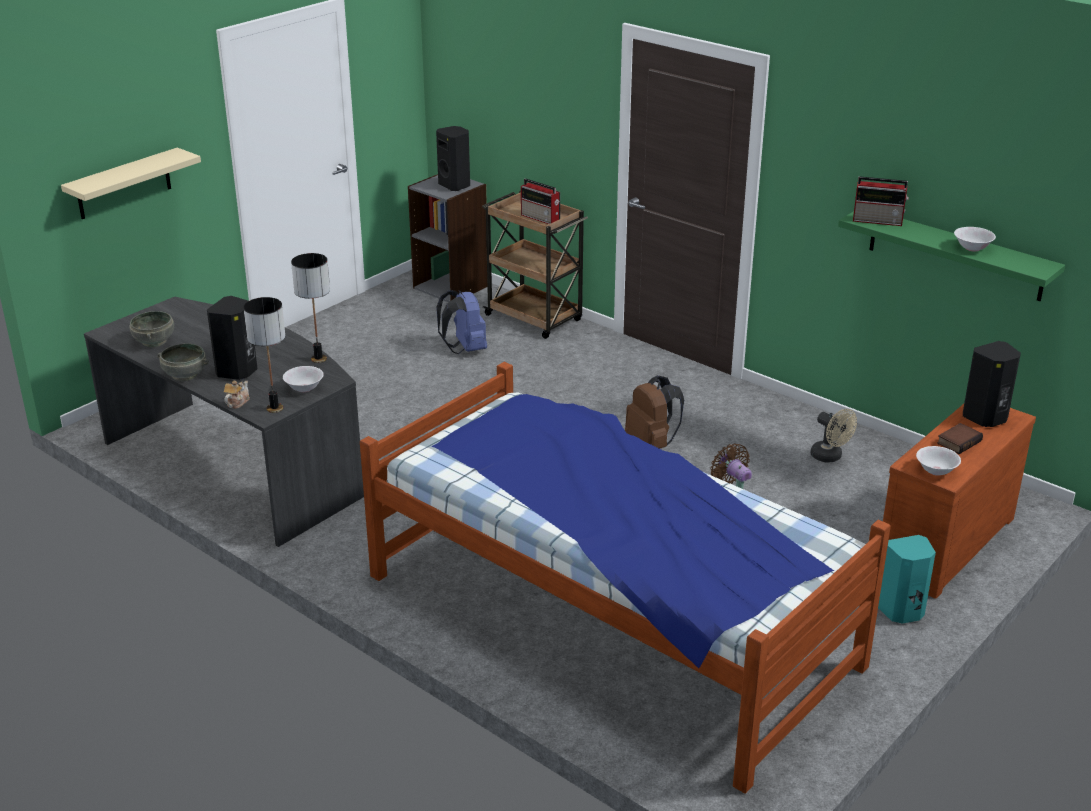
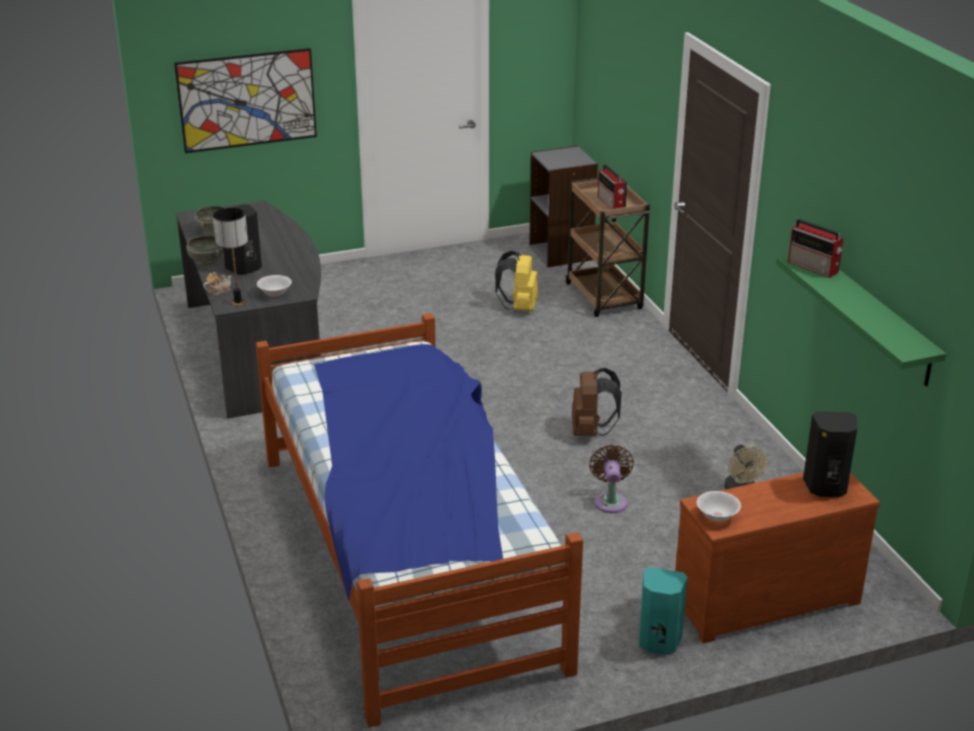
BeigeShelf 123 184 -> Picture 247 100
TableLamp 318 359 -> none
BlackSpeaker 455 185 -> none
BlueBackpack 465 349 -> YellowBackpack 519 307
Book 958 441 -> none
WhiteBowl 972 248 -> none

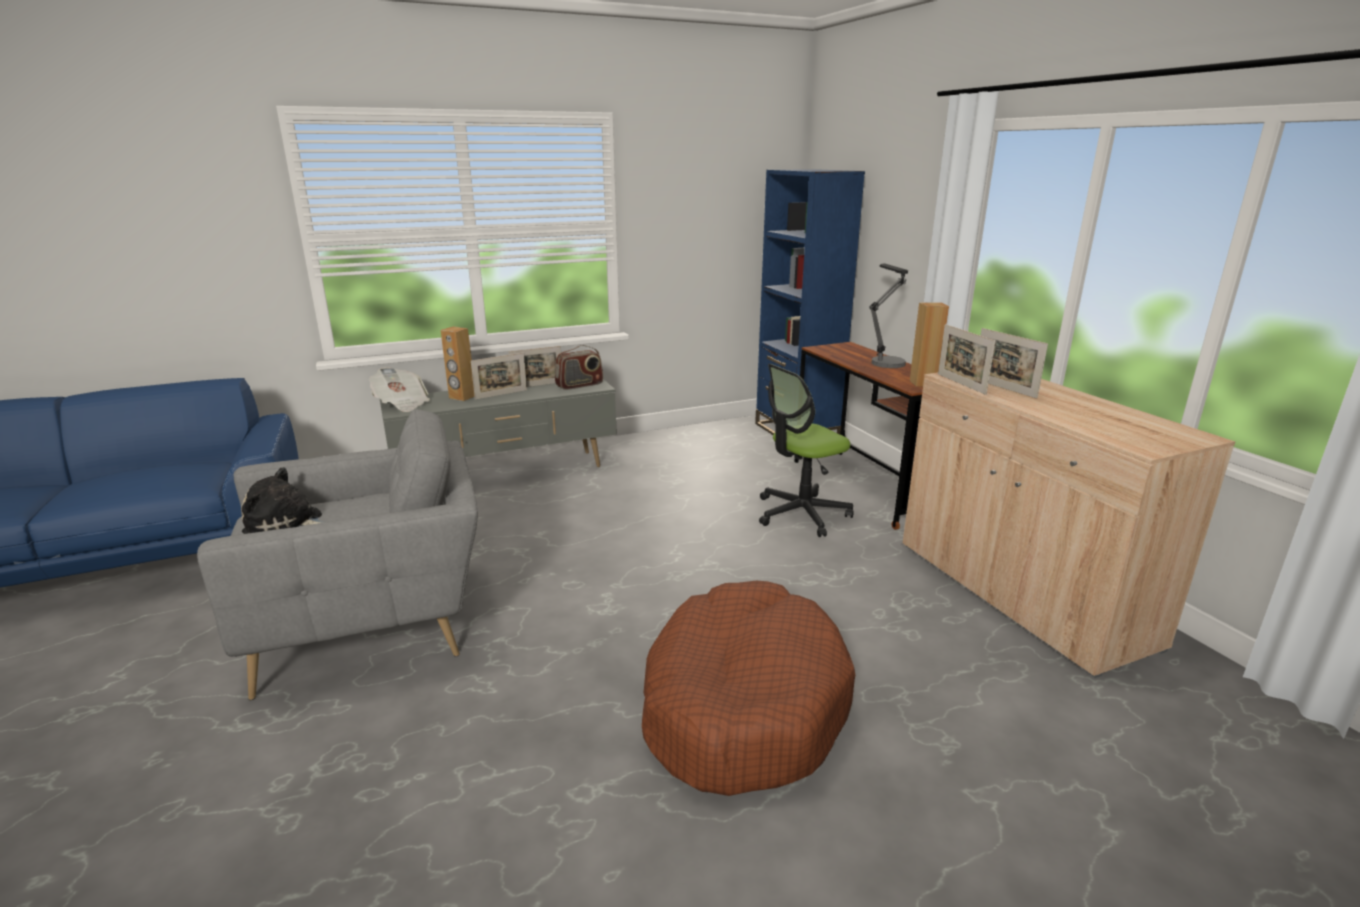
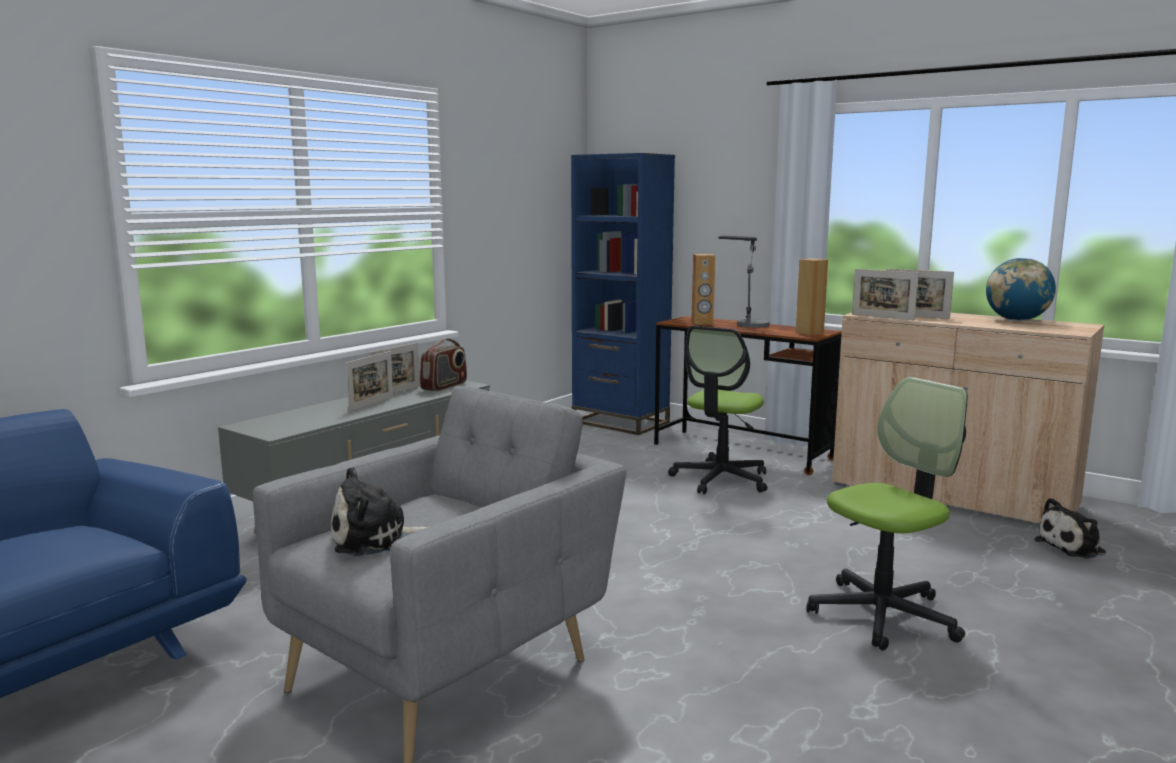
Newspaper 401 404 -> none
BrownSpeaker 462 397 -> BrownSpeaker 702 323, shifted
BrownDogBed 742 704 -> OfficeChair 883 615
none -> Globe 1017 320
none -> PlushToy 1073 547

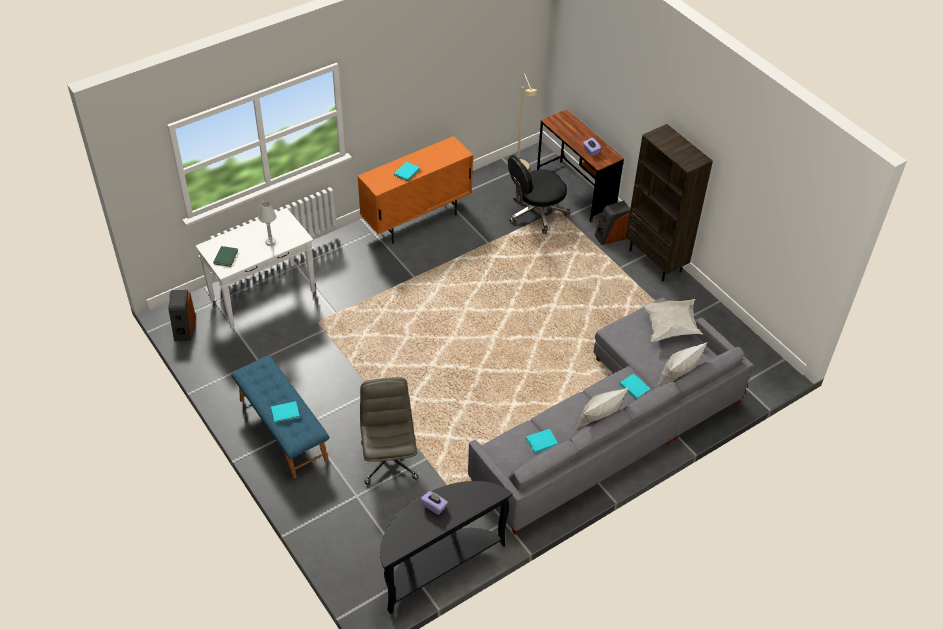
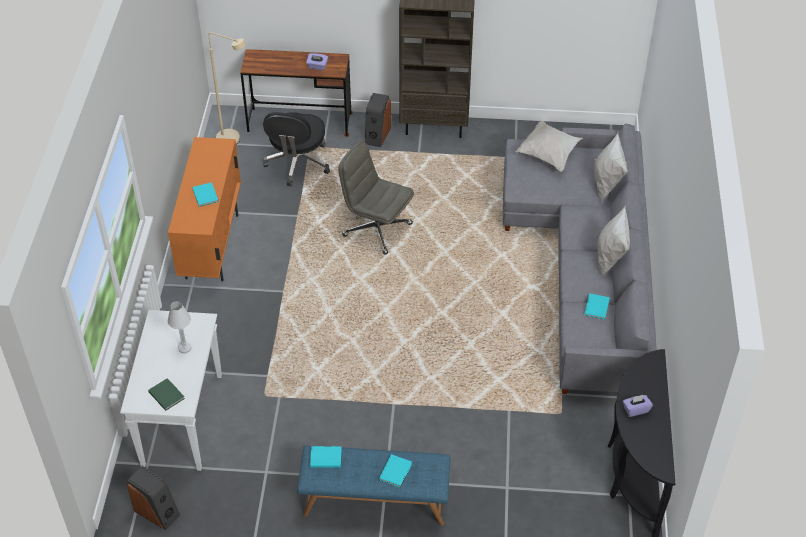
GreyOfficeChair 389 460 -> GreyOfficeChair 376 229, shifted
TurquoiseBook 634 386 -> TurquoiseBook 325 457, shifted

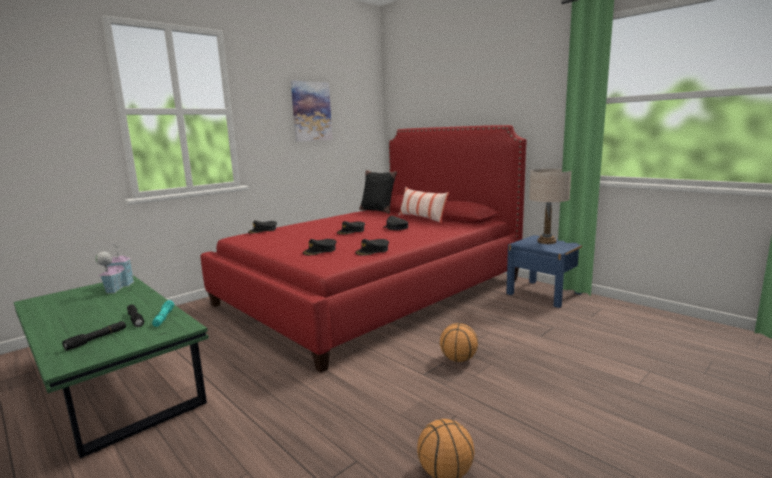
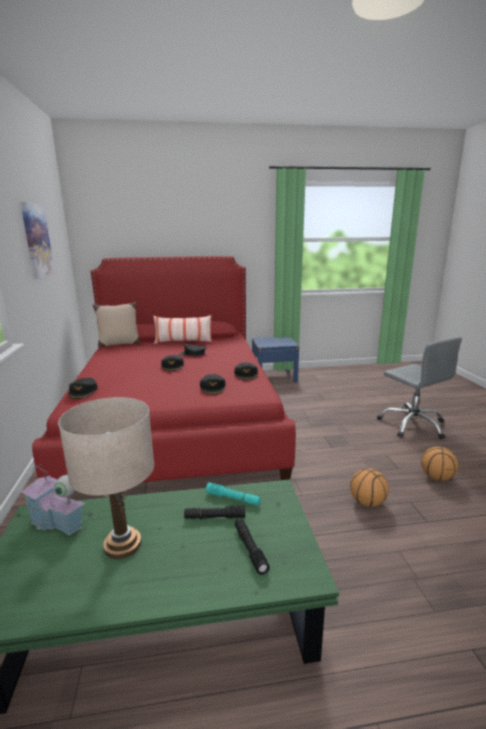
BlackPillow 377 211 -> BeigePillow 119 344
Basketball 458 359 -> Basketball 367 503, shifted
BeigeTableLamp 547 241 -> BeigeTableLamp 123 544, shifted
none -> GreyOfficeChair 412 425

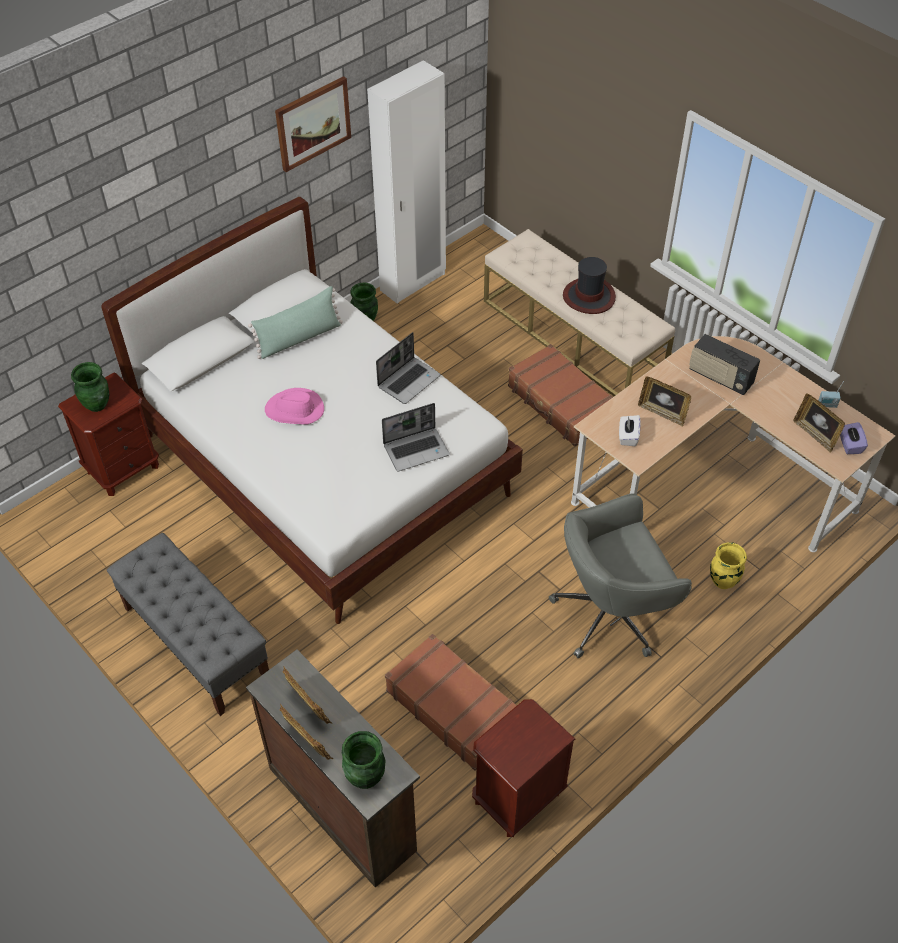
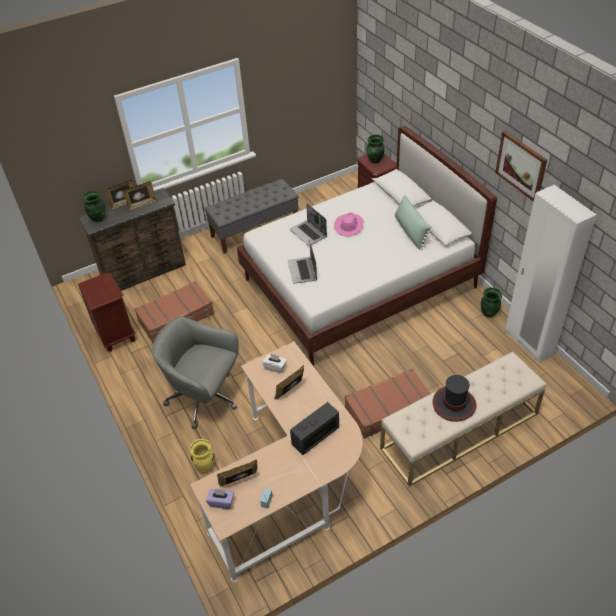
Laptop 409 381 -> Laptop 309 233, shifted
GreyOfficeChair 612 613 -> GreyOfficeChair 205 398, 60 degrees counterclockwise

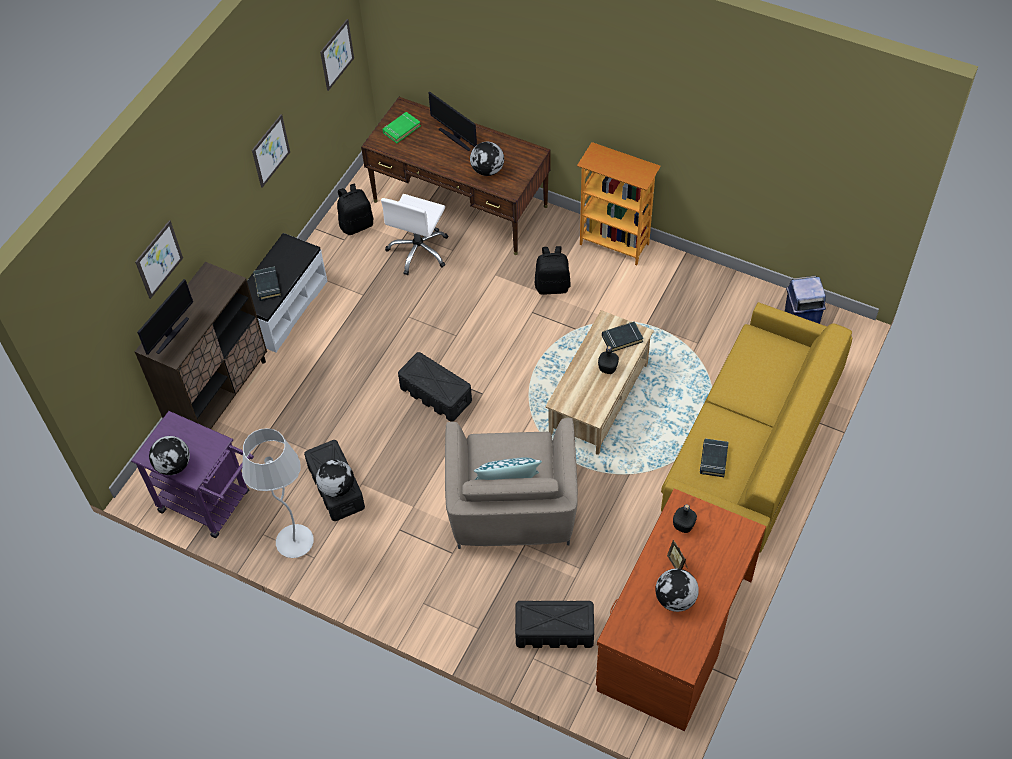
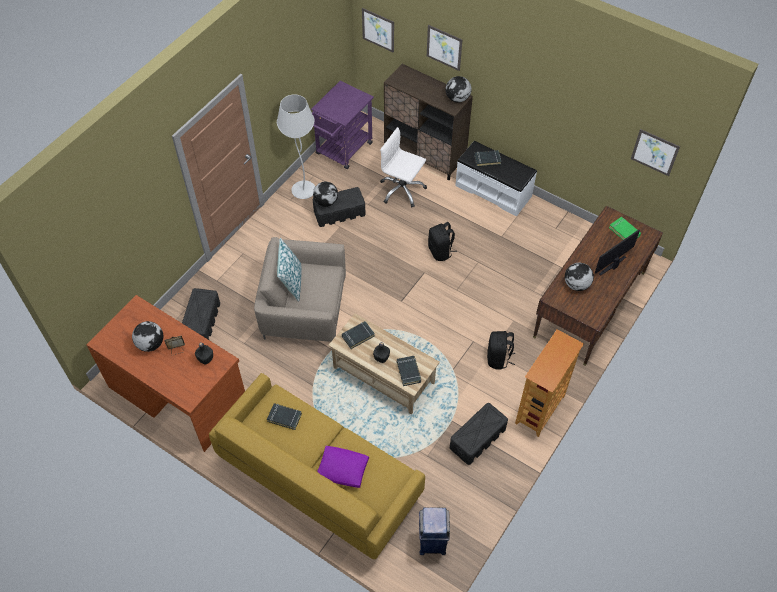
Monitor 171 335 -> none
Globe 174 465 -> Globe 457 99, shifted
Picture 270 150 -> Picture 378 30, shifted
BlackBackpack 356 224 -> BlackBackpack 440 251, shifted
WhiteOfficeChair 419 251 -> WhiteOfficeChair 402 190, shifted
BlackStorageBox 436 395 -> BlackStorageBox 477 439, shifted
none -> PurplePillow 342 469
none -> BlackBook 358 336

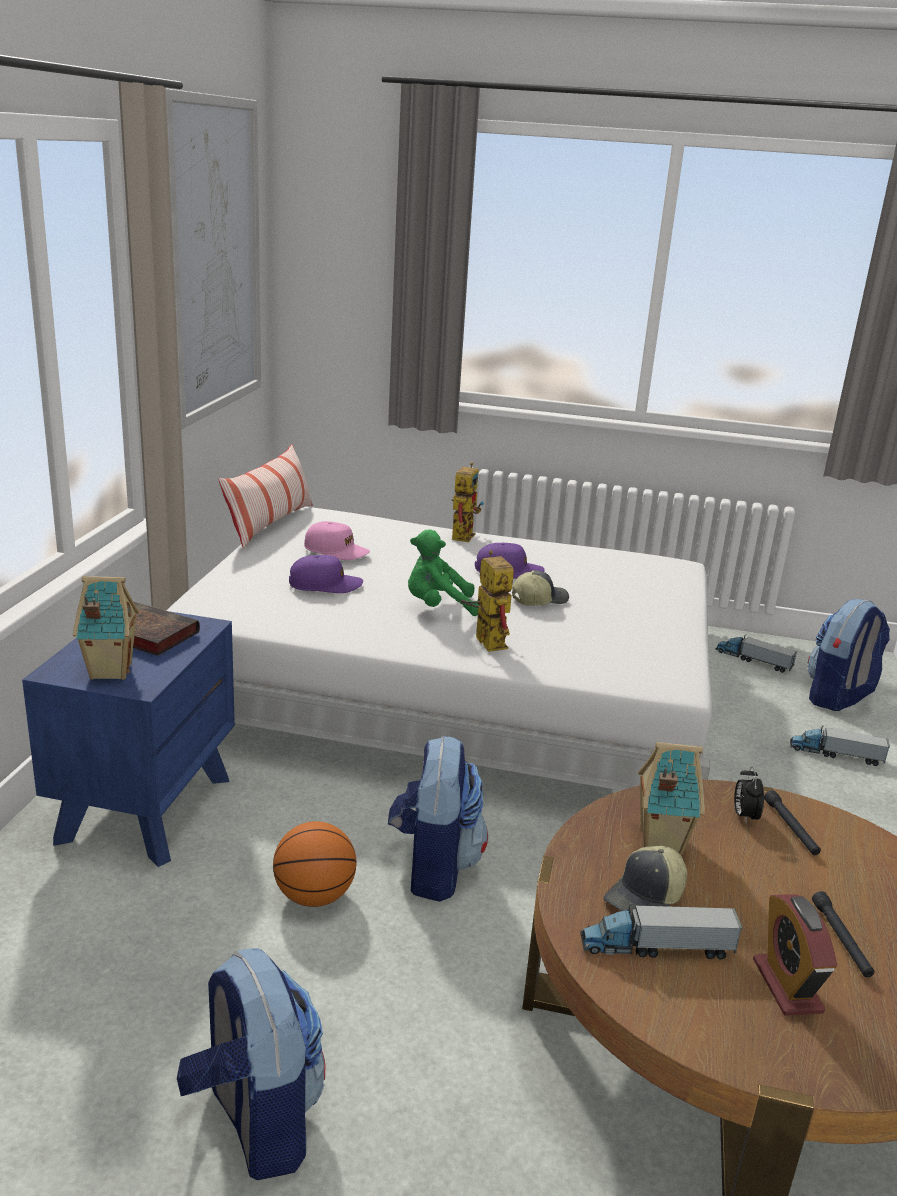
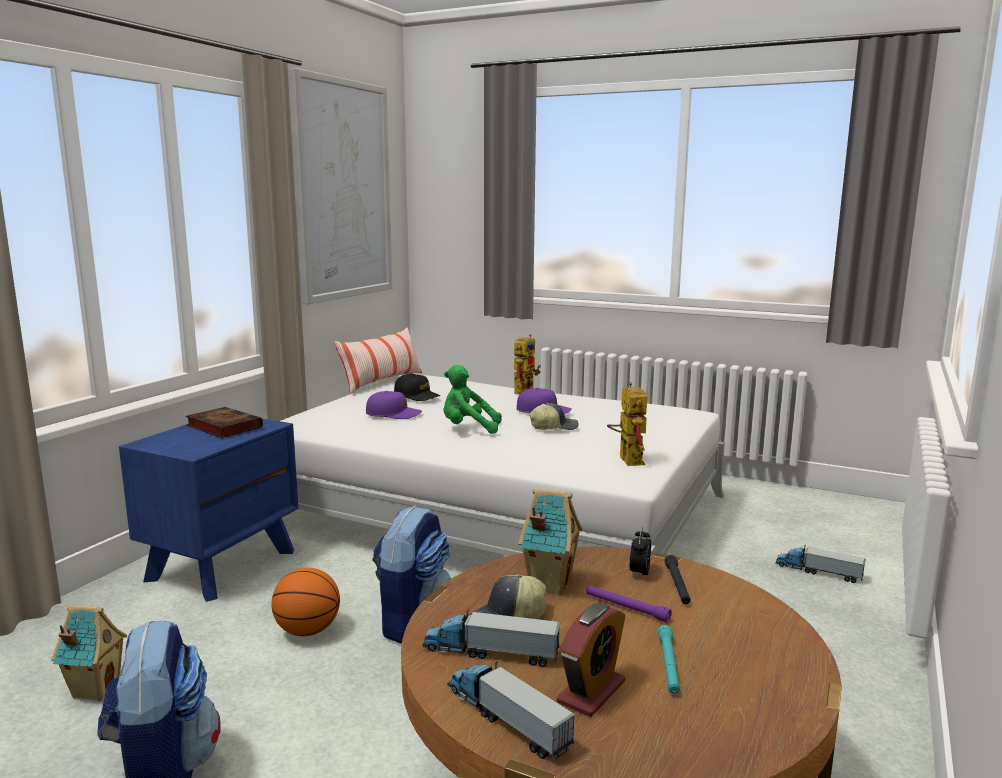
ToyHouse 109 671 -> ToyHouse 95 690, shifted
PinkCap 336 551 -> BlackCap 417 396
ToyRobot 484 640 -> ToyRobot 627 459, shifted
ToyTruck 753 660 -> ToyTruck 506 719, shifted
AlarmClock 787 986 -> AlarmClock 591 692, 150 degrees counterclockwise
Backpack 838 697 -> none
BlackFlashlight 841 940 -> TurquoiseFlashlight 668 665
none -> PurpleFlashlight 626 608

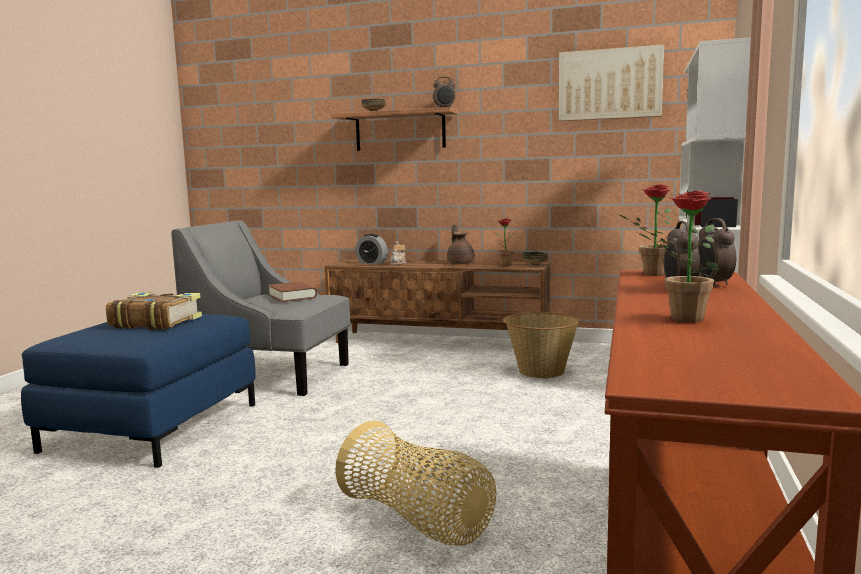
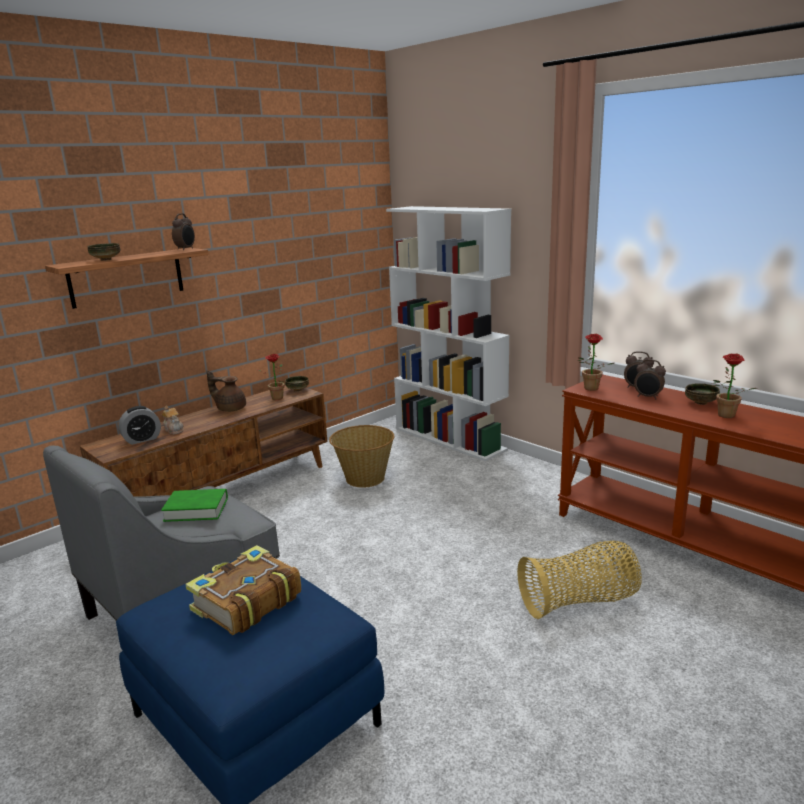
BrownBook 292 296 -> GreenBook 196 510
Picture 609 84 -> none
none -> Bowl 701 403

